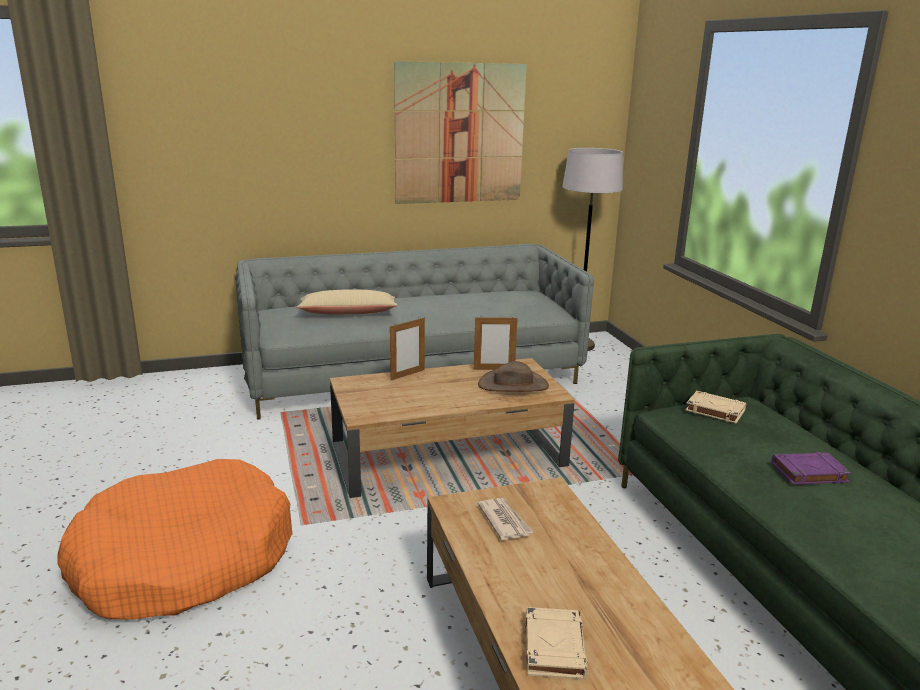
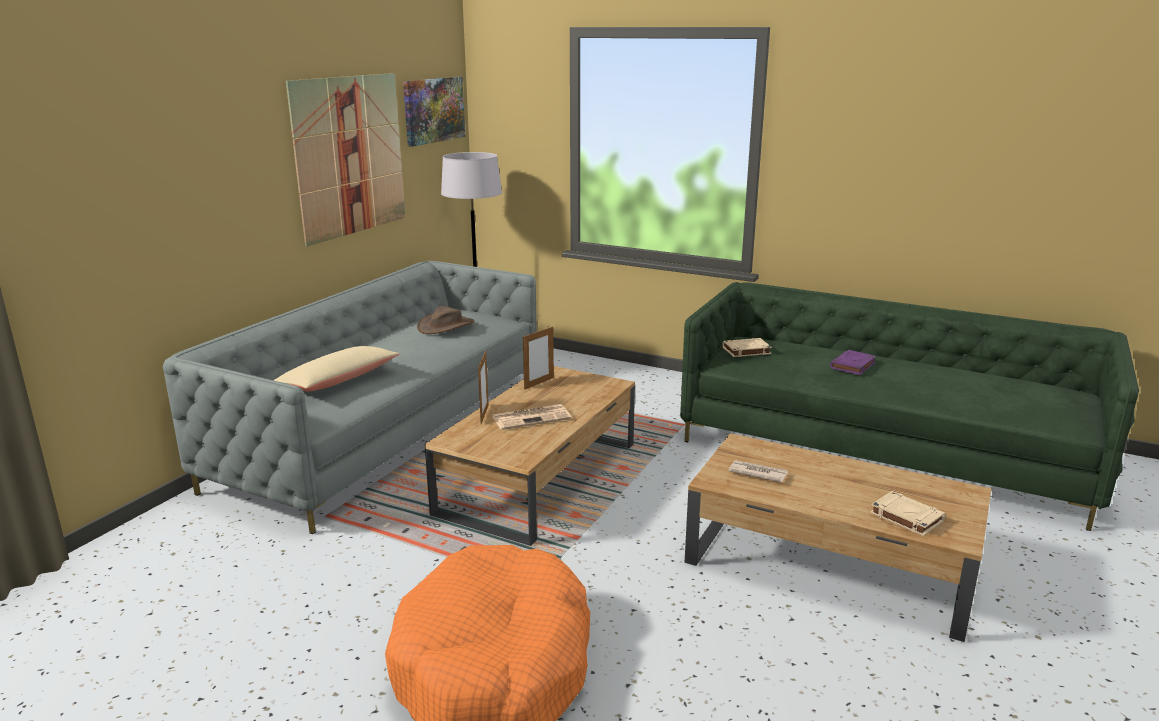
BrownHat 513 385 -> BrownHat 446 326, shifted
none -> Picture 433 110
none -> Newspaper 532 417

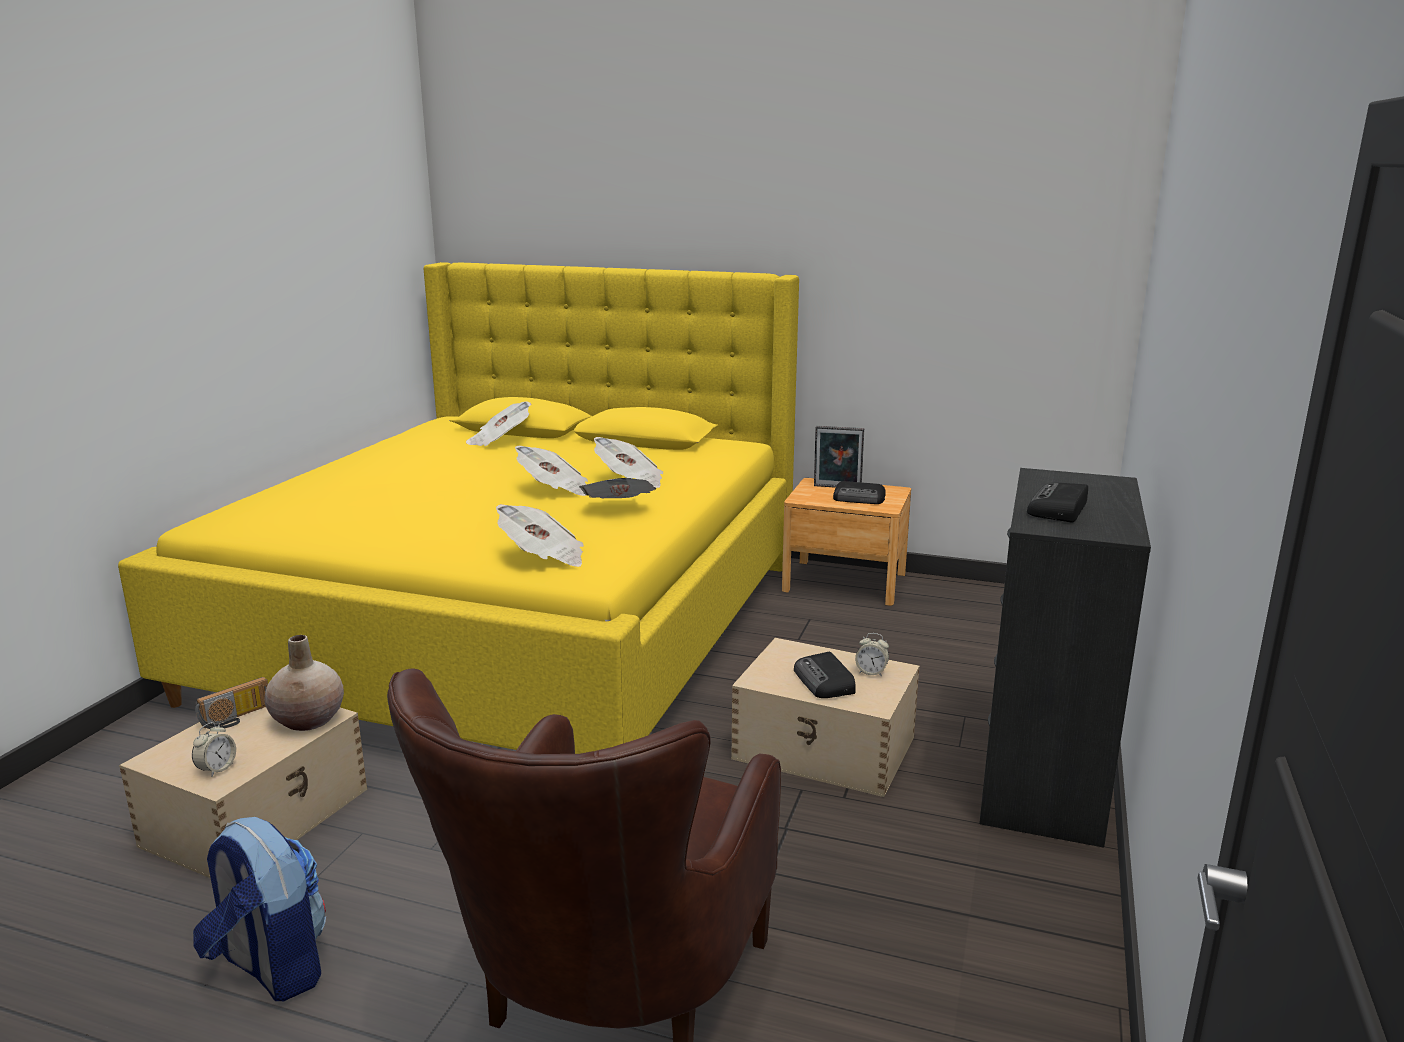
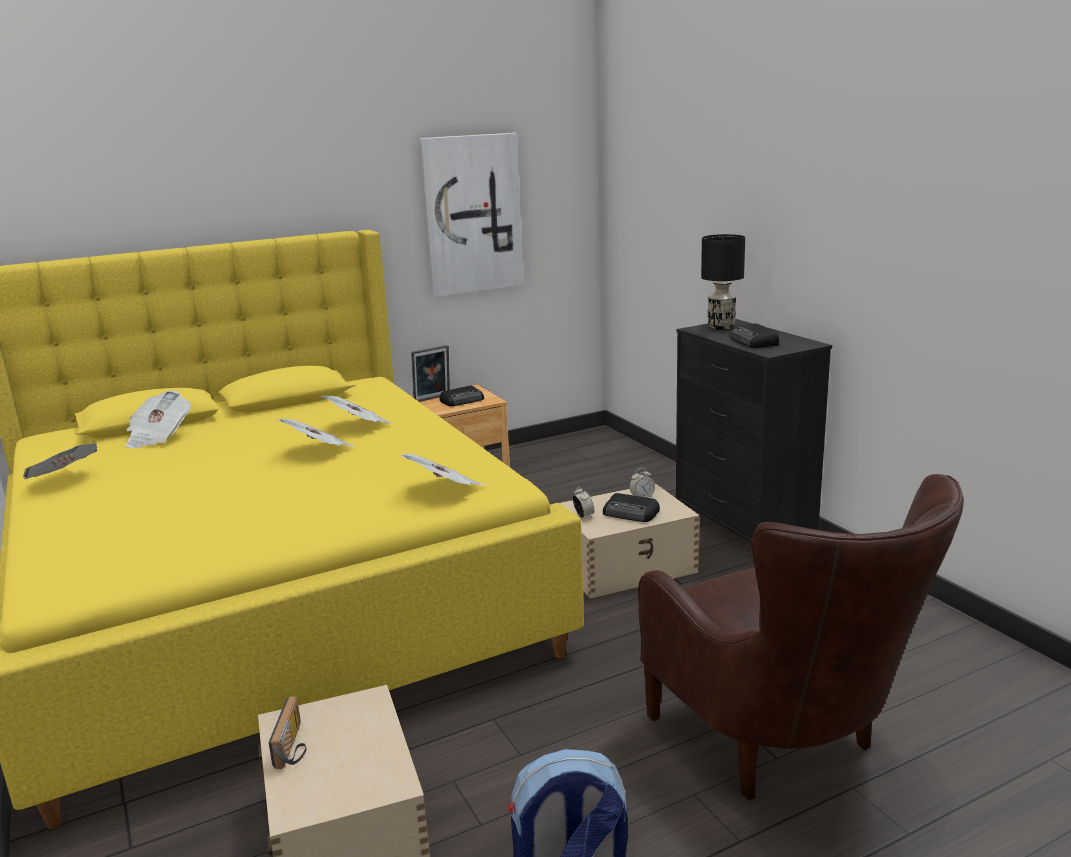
AlarmClock 217 769 -> AlarmClock 583 516, shifted
BeigeVase 309 720 -> none
Newspaper 618 509 -> Newspaper 64 480, shifted
none -> Picture 472 214
none -> BlackTableLamp 720 326

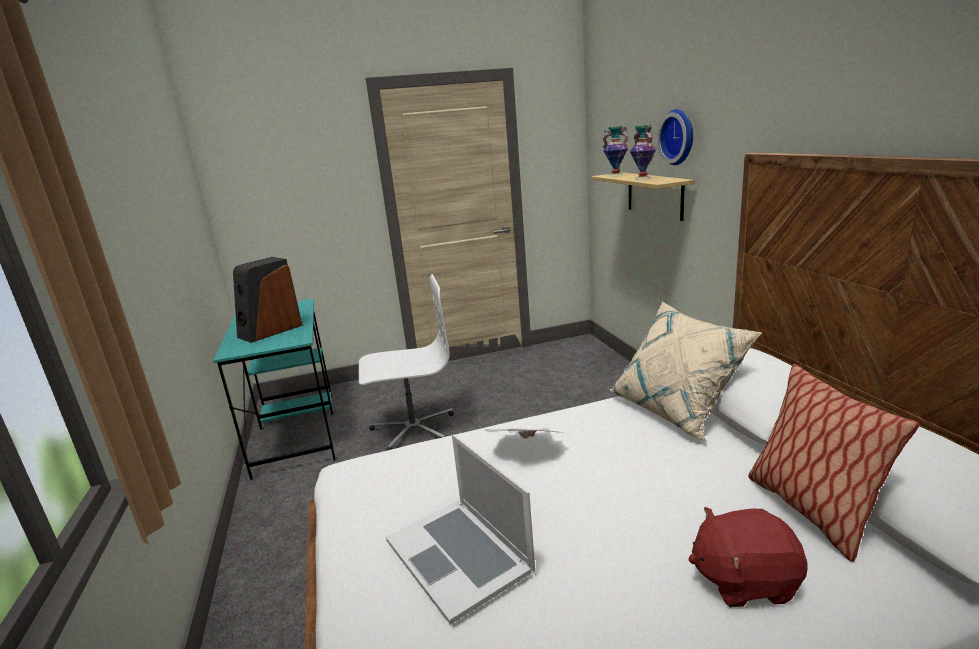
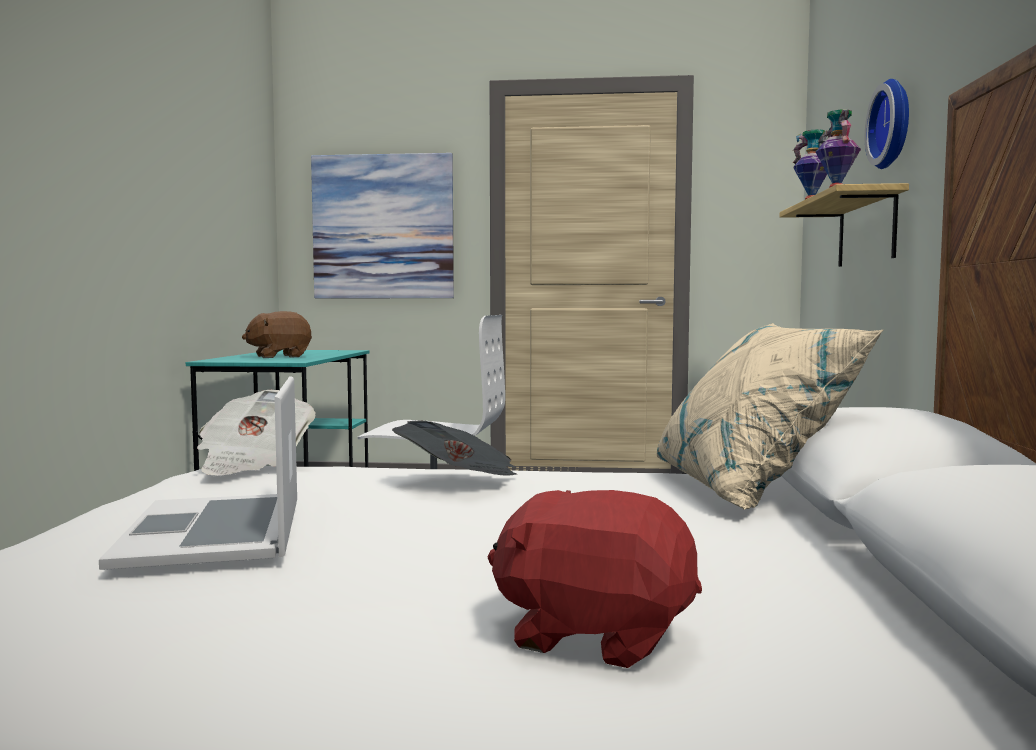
Speaker 270 331 -> BrownPlushToy 279 356
Pillow 810 510 -> none
none -> Newspaper 253 463
none -> Picture 383 227

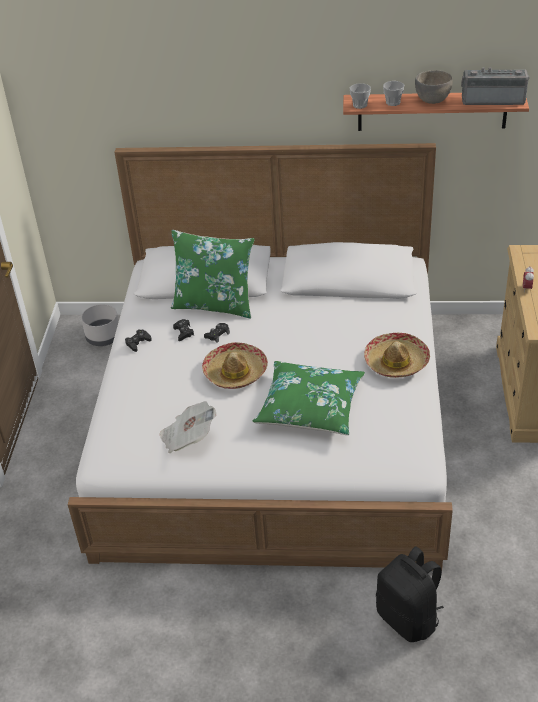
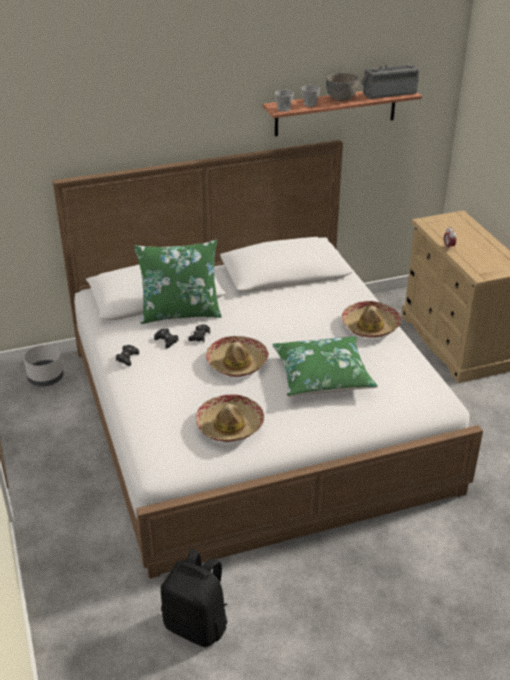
Newspaper 188 438 -> Hat 230 425
BlackBackpack 409 618 -> BlackBackpack 197 625, shifted

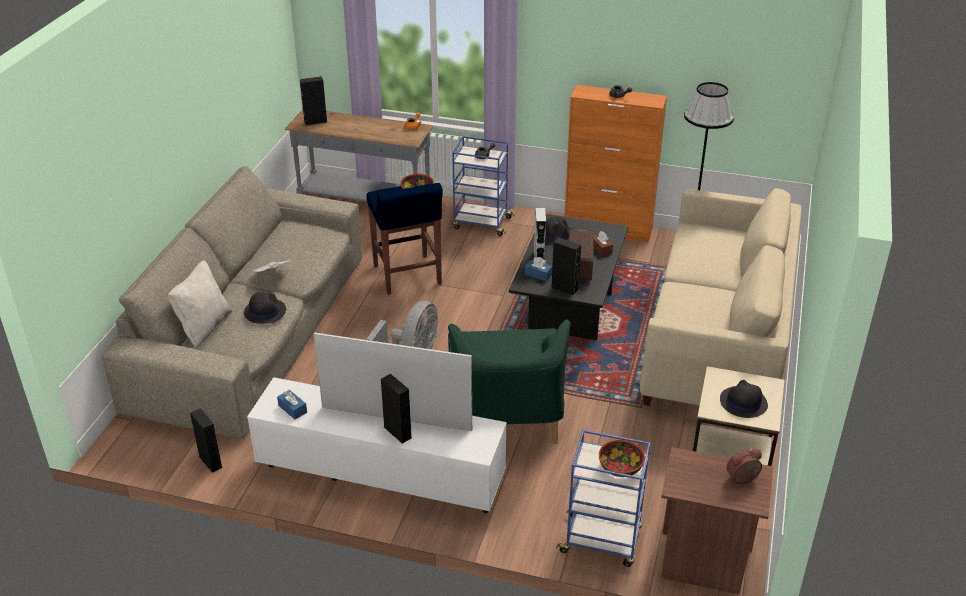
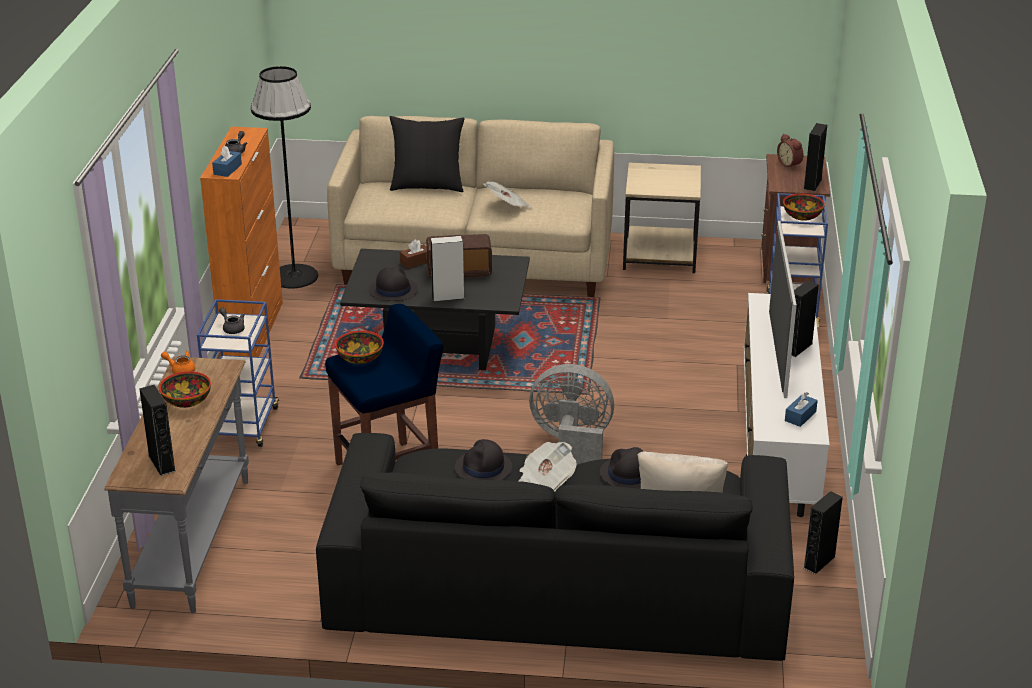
BeigeSofa 254 332 -> BlackSofa 558 585
GreenArmchair 505 416 -> none
BlueTissueBox 538 274 -> BlueTissueBox 227 169, shifted
BlackSpeaker 565 288 -> BlackSpeaker 812 184, shifted
BlackHat 743 402 -> BlackHat 483 468, shifted
none -> Bowl 186 401
none -> BlackPillow 427 186
none -> Newspaper 507 206

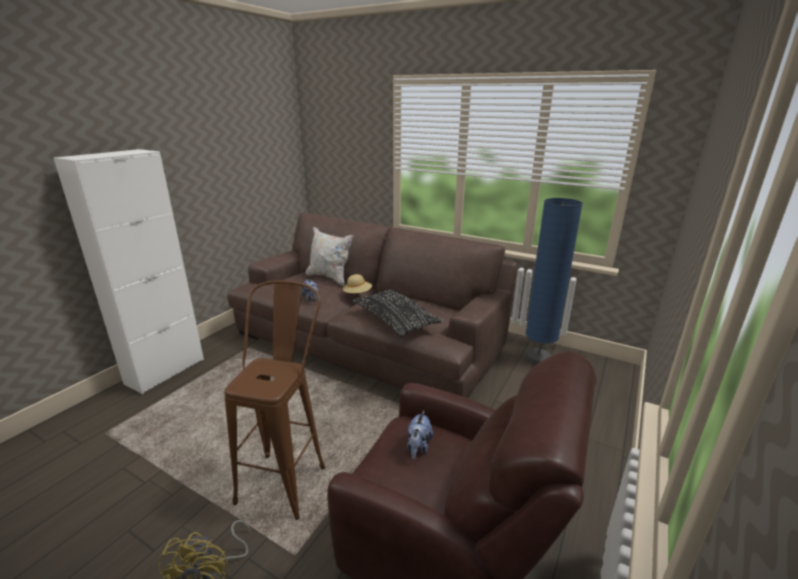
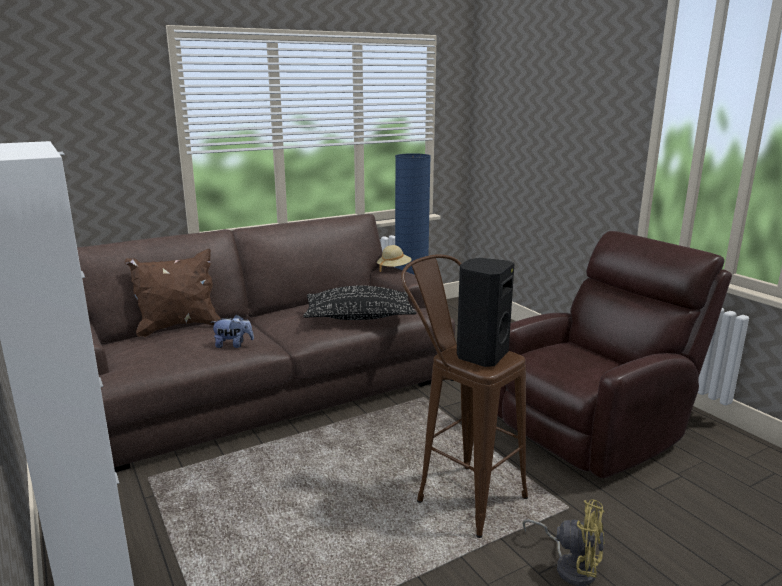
WhitePillow 329 278 -> BrownPillow 178 327
BeigeHat 357 294 -> BeigeHat 393 268, shifted
PlushToy 418 447 -> none
none -> BlackSpeaker 481 356

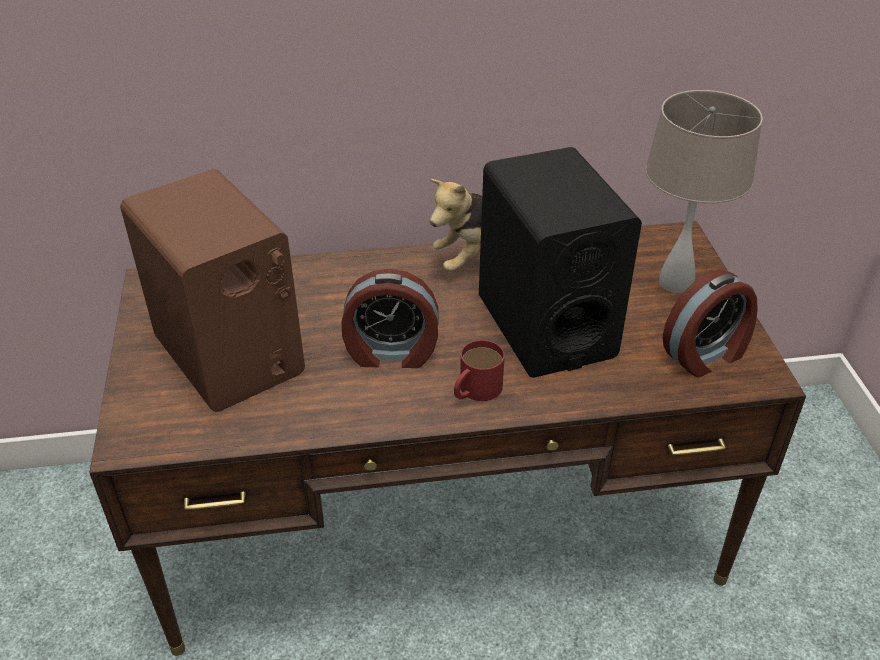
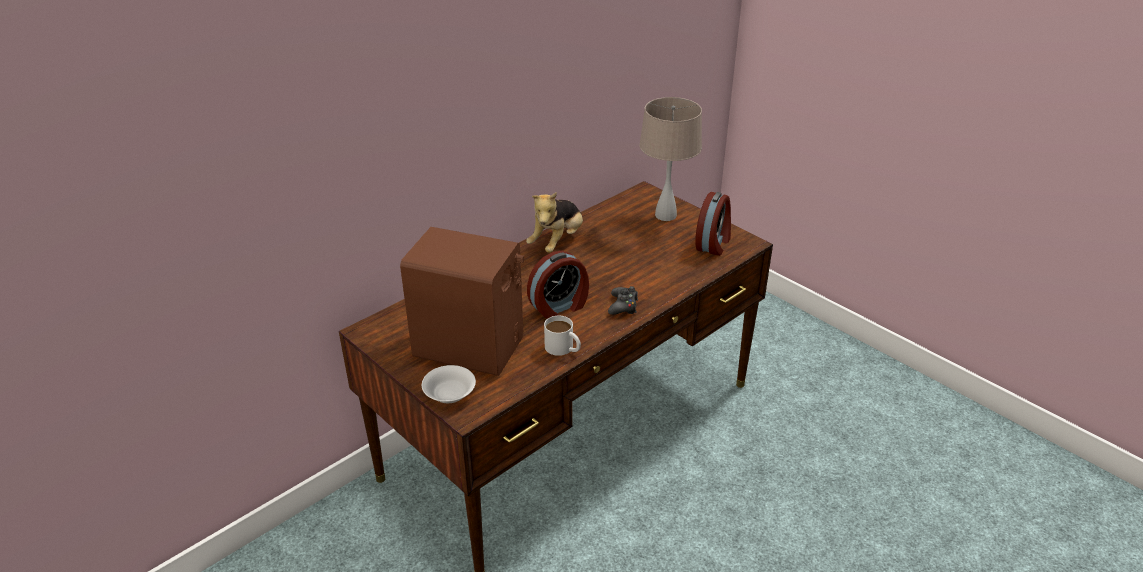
RedMug 475 390 -> BlackGameController 623 306
BlackSpeaker 545 326 -> none
none -> WhiteBowl 449 393
none -> WhiteMug 563 348

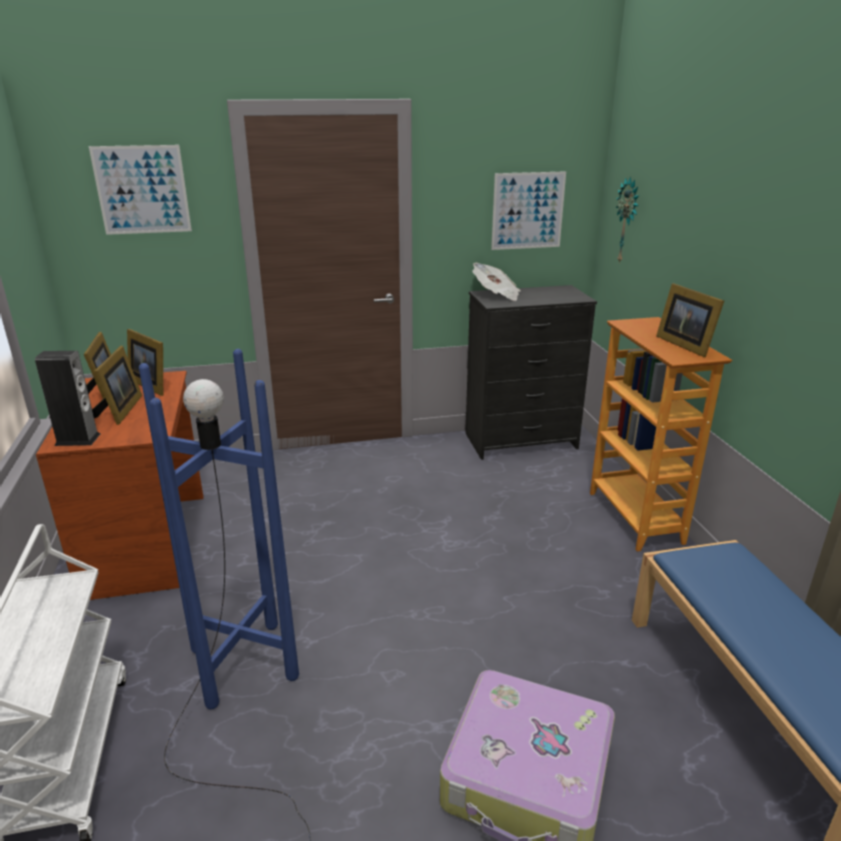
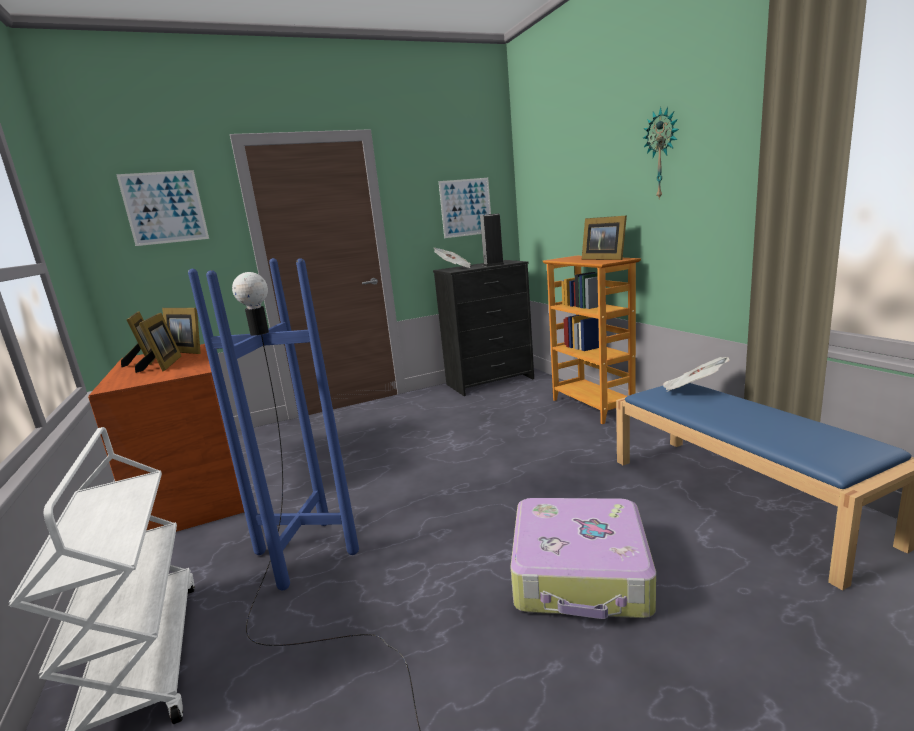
Speaker 77 439 -> Speaker 493 265, shifted
WallClock 628 221 -> WallClock 662 154, shifted
none -> Newspaper 692 389

